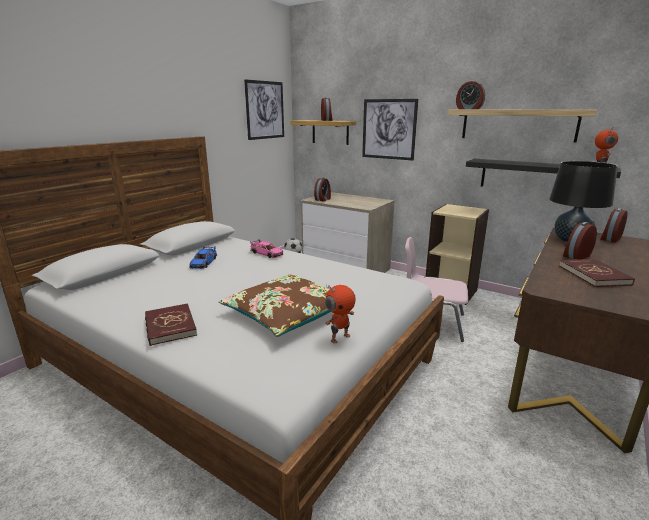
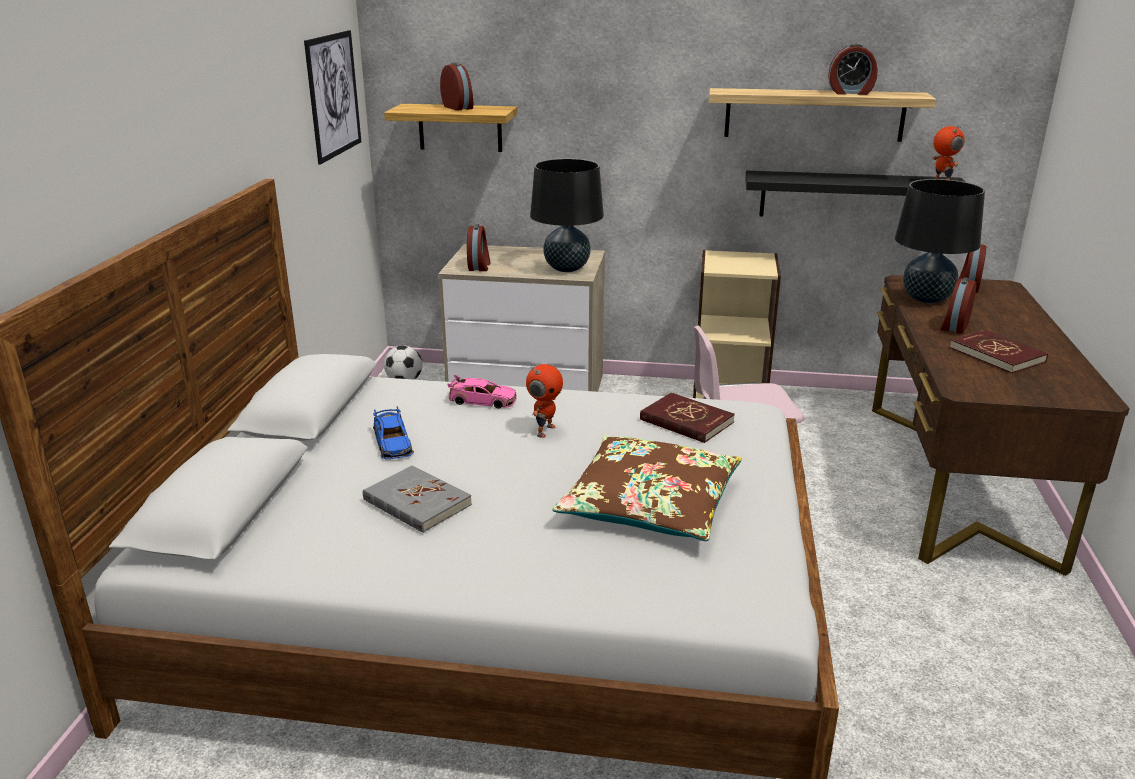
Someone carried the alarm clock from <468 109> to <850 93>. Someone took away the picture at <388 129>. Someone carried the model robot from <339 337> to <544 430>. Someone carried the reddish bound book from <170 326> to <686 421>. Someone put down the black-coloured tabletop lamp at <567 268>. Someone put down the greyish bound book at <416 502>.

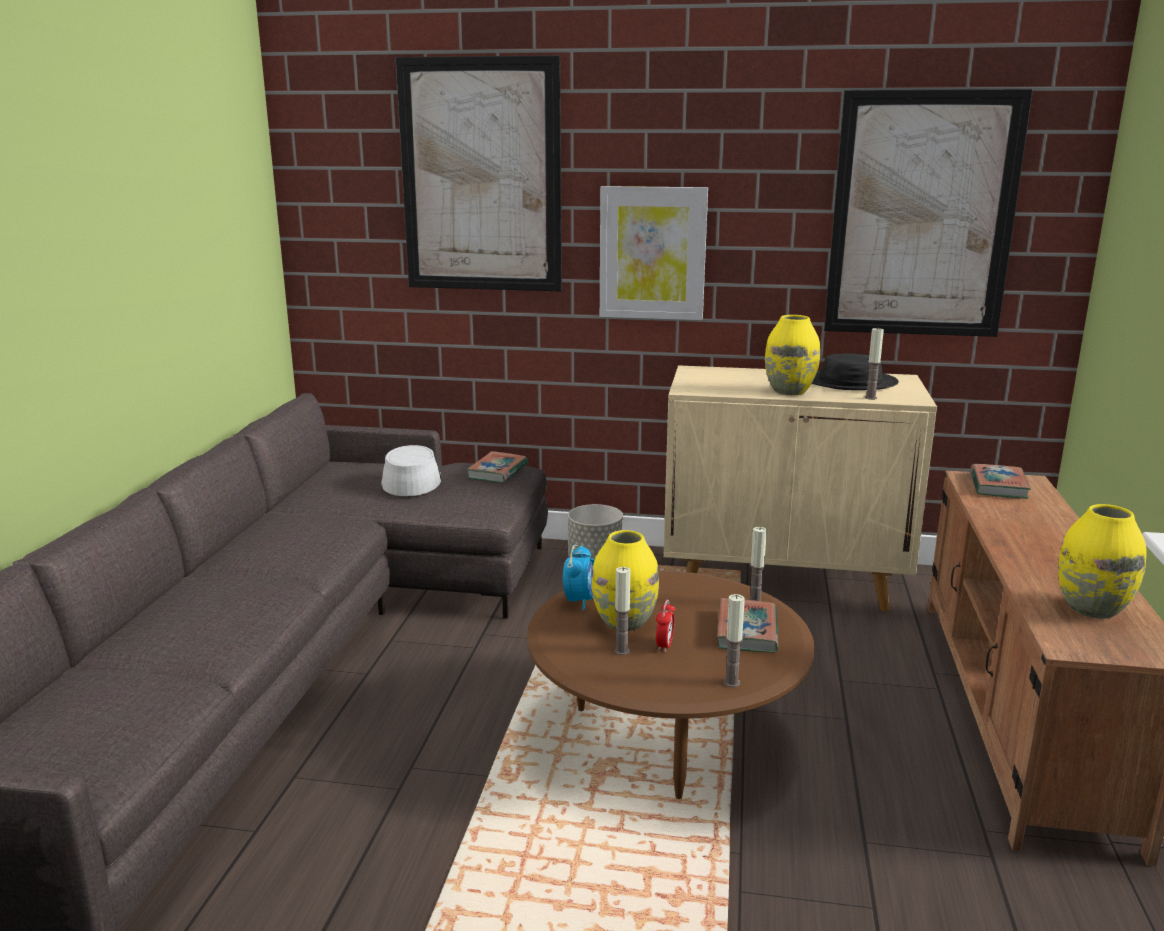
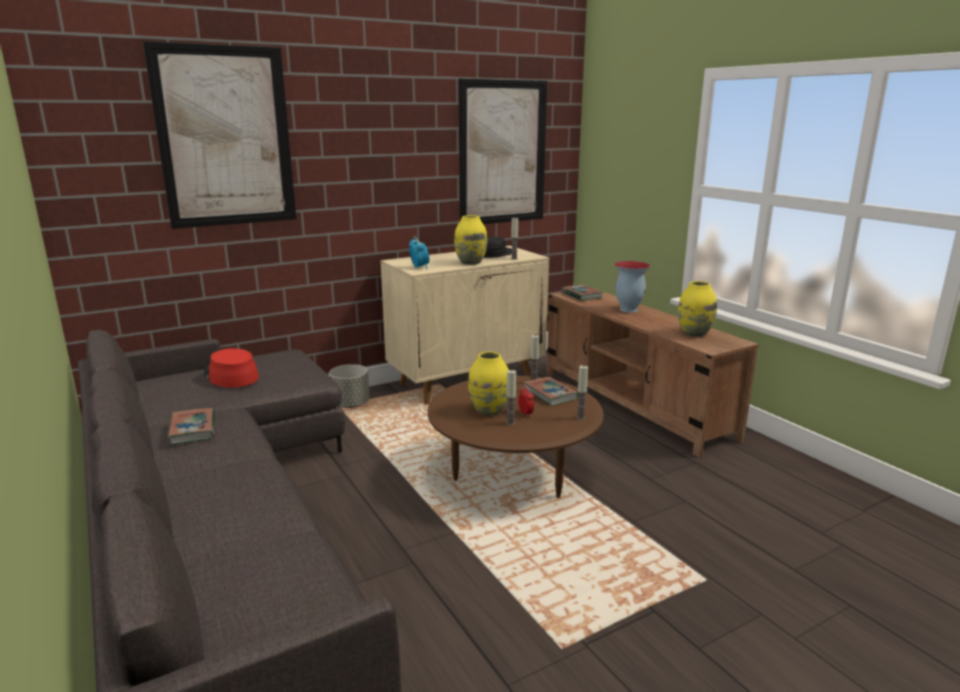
Someone took away the picture at <652 253>. Someone repainted the greyish clothing hat at <411 480>, which became the reddish clothing hat at <230 376>. Someone carried the bound book from <497 471> to <193 429>. Someone carried the alarm clock from <581 601> to <419 267>. Someone put down the decorative vase at <628 309>.

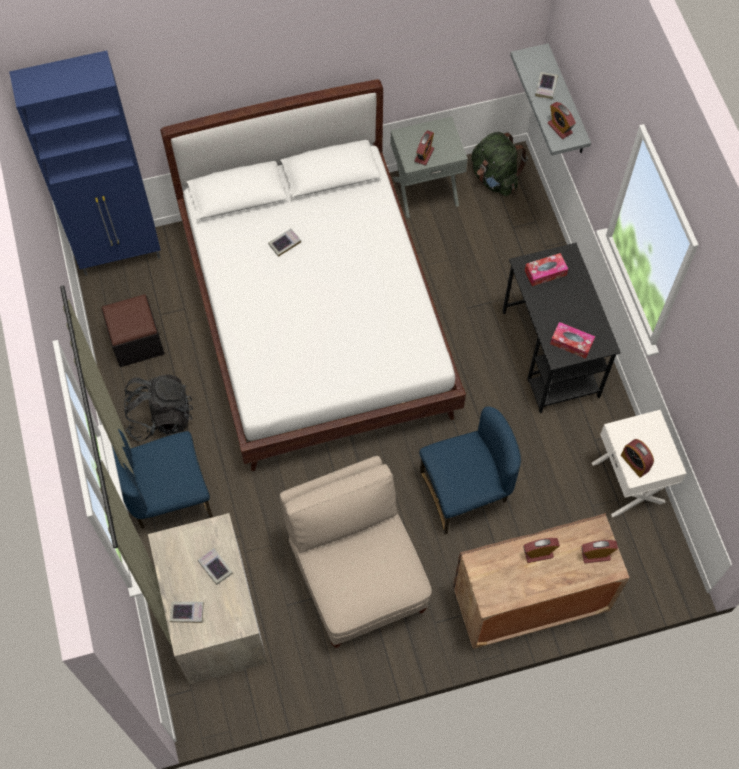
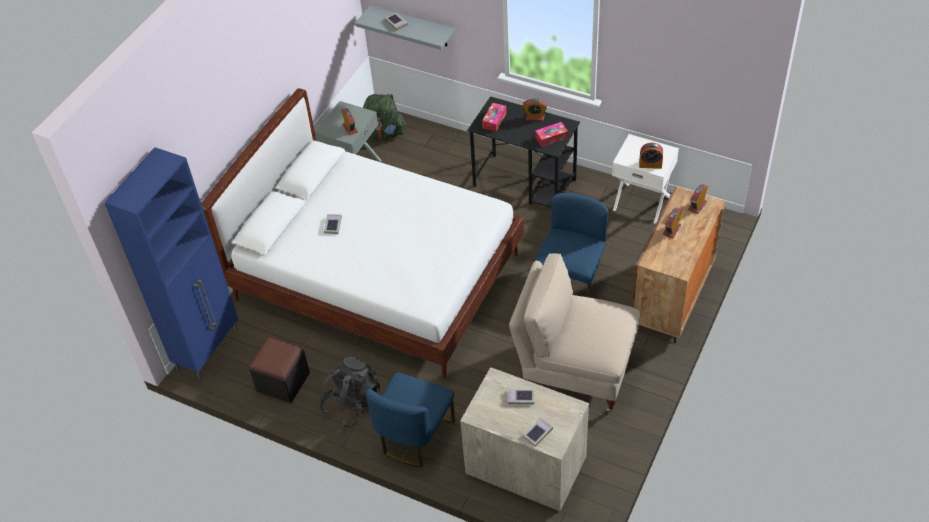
Someone carried the alarm clock from <559 128> to <535 117>.

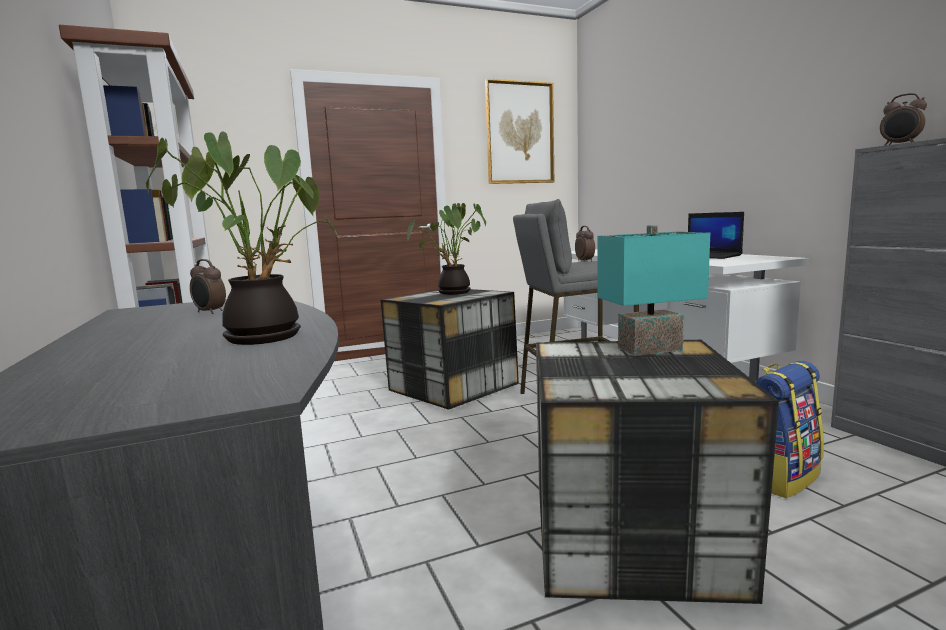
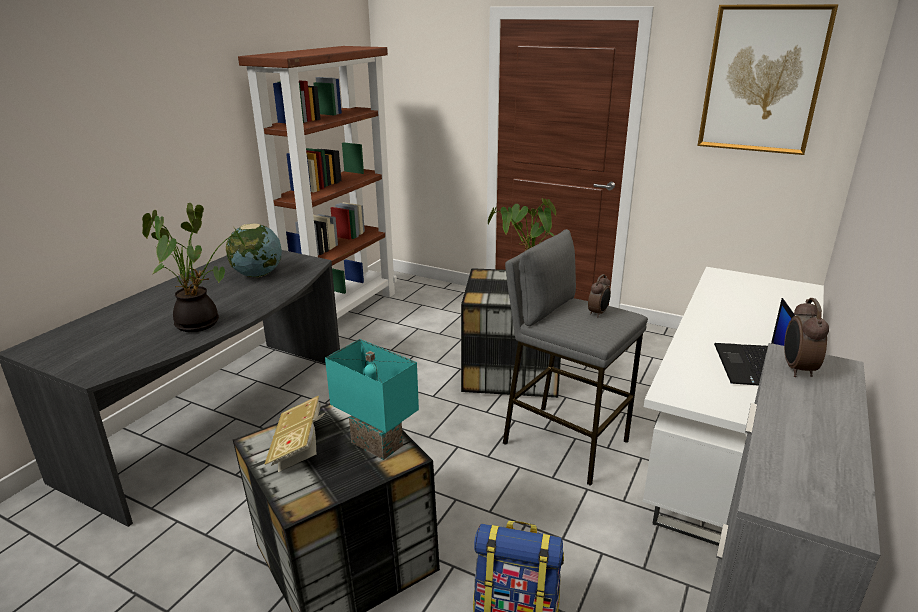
Someone swapped the alarm clock at <209 312> for the globe at <258 275>. Someone put down the bound book at <299 448>.

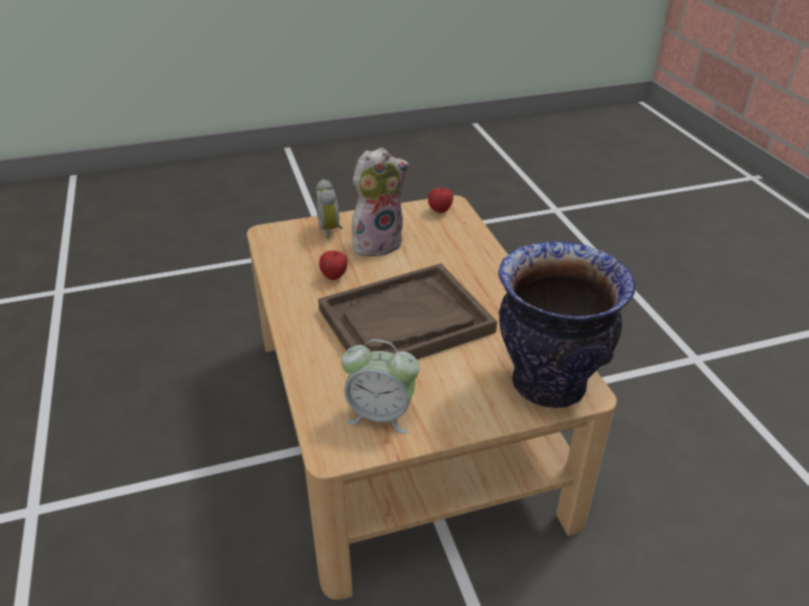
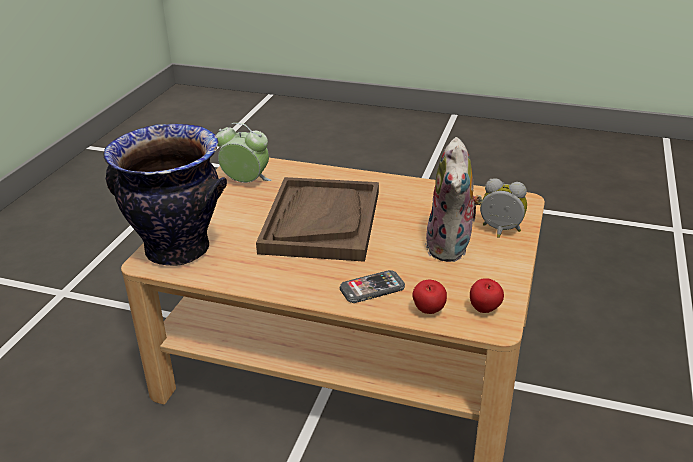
Someone carried the apple fruit from <334 277> to <428 312>. Someone rotated the alarm clock at <380 415> by 60 degrees clockwise. Someone put down the handset at <372 288>.

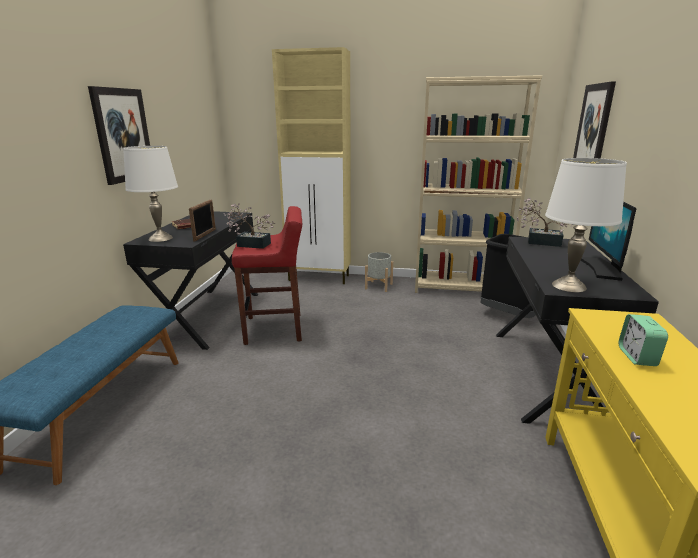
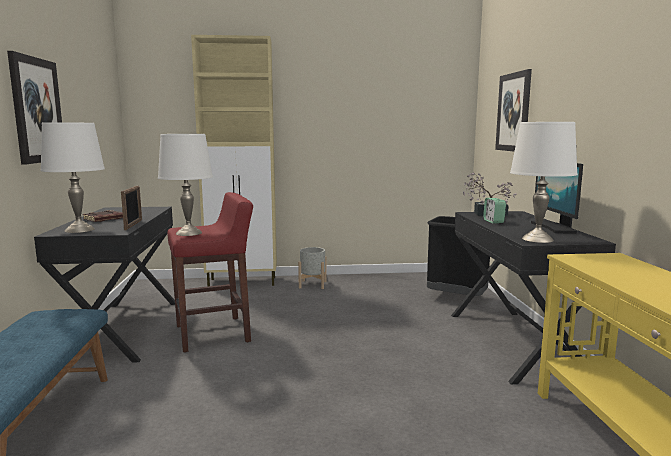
Someone took away the sand-coloured shelving unit at <460 288>. Someone swapped the plant in a pot at <250 244> for the white-coloured tabletop lamp at <189 233>. Someone carried the alarm clock from <637 357> to <493 221>.

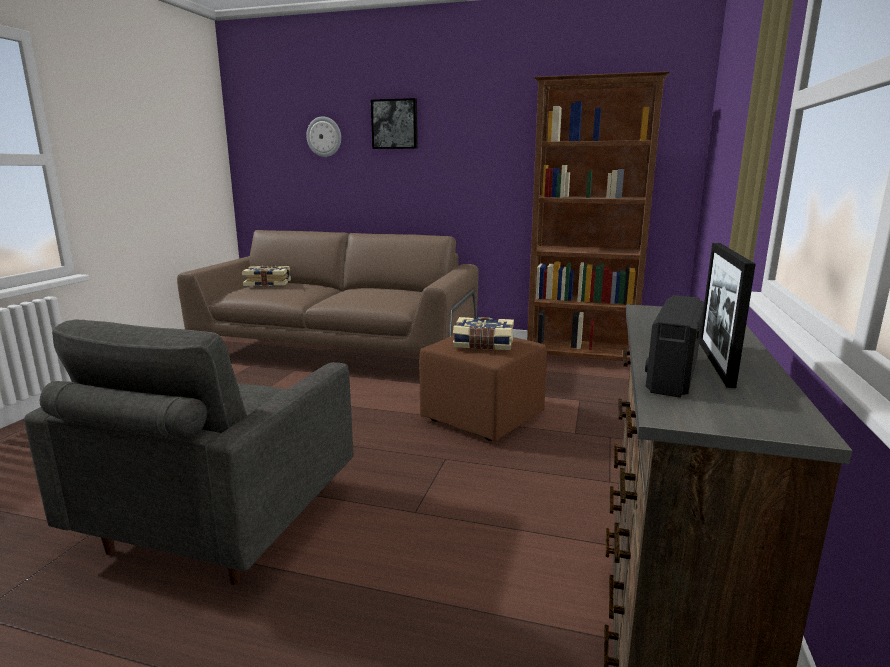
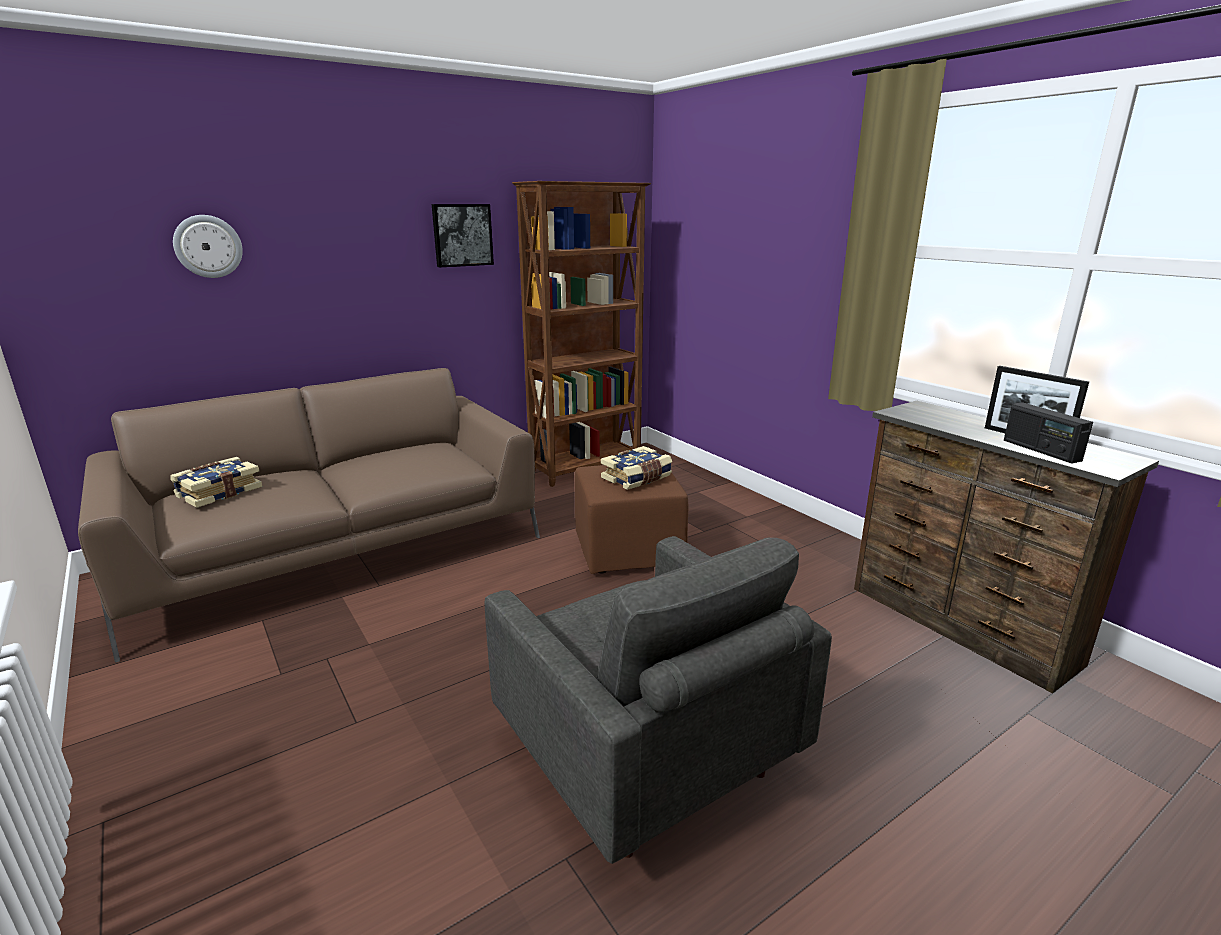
Someone carried the picture from <395 124> to <462 235>.

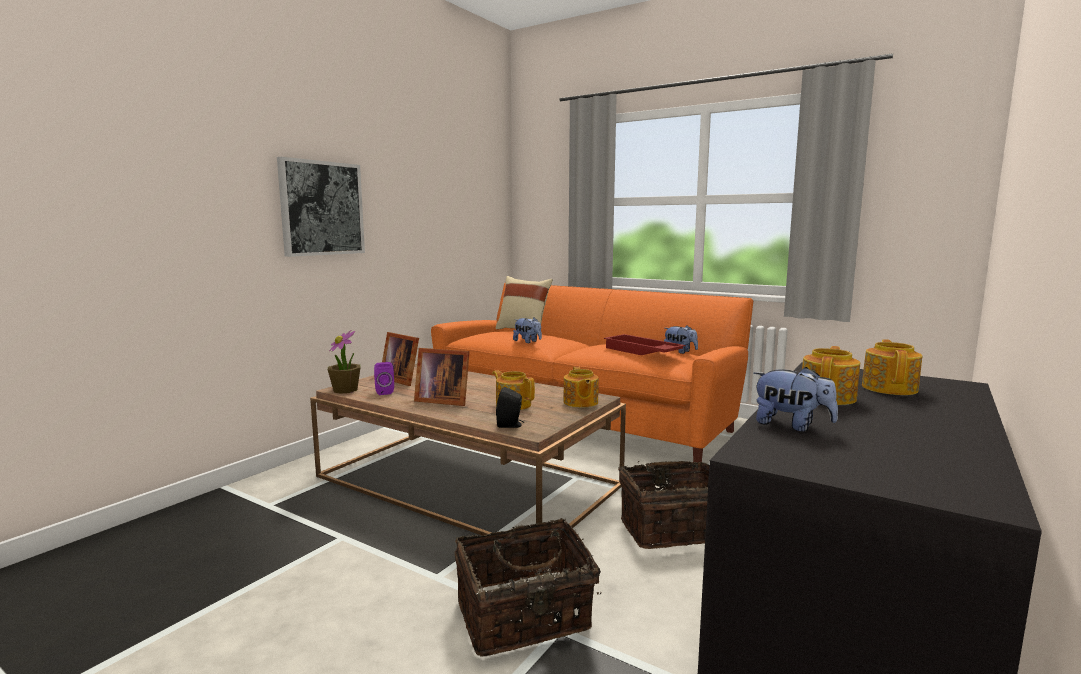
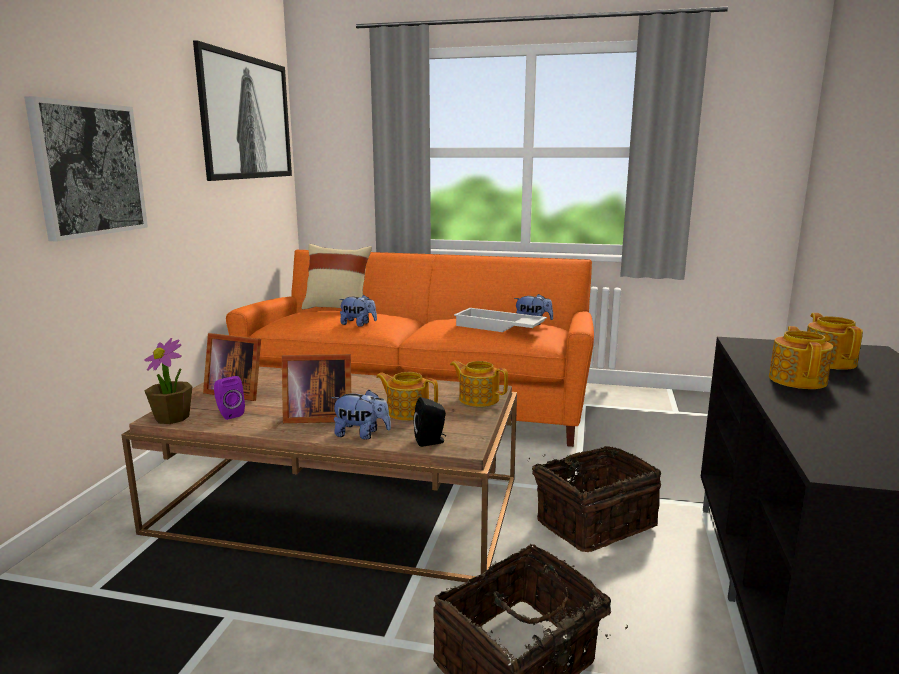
Someone repainted the reddish serving tray at <641 351>, which became the white-coloured serving tray at <498 327>. Someone rotated the tea pot at <580 402> by 150 degrees clockwise. Someone carried the soft toy from <791 425> to <361 434>. Someone put up the picture at <245 118>.

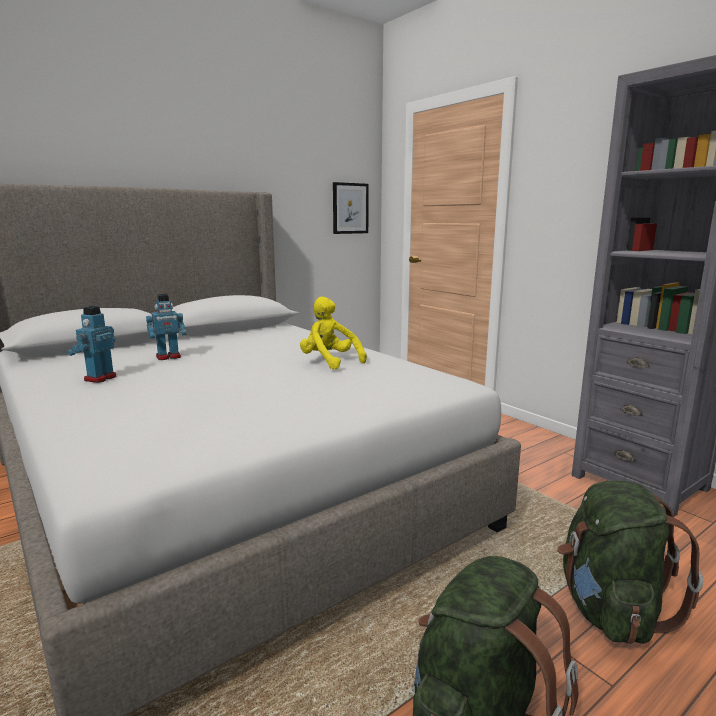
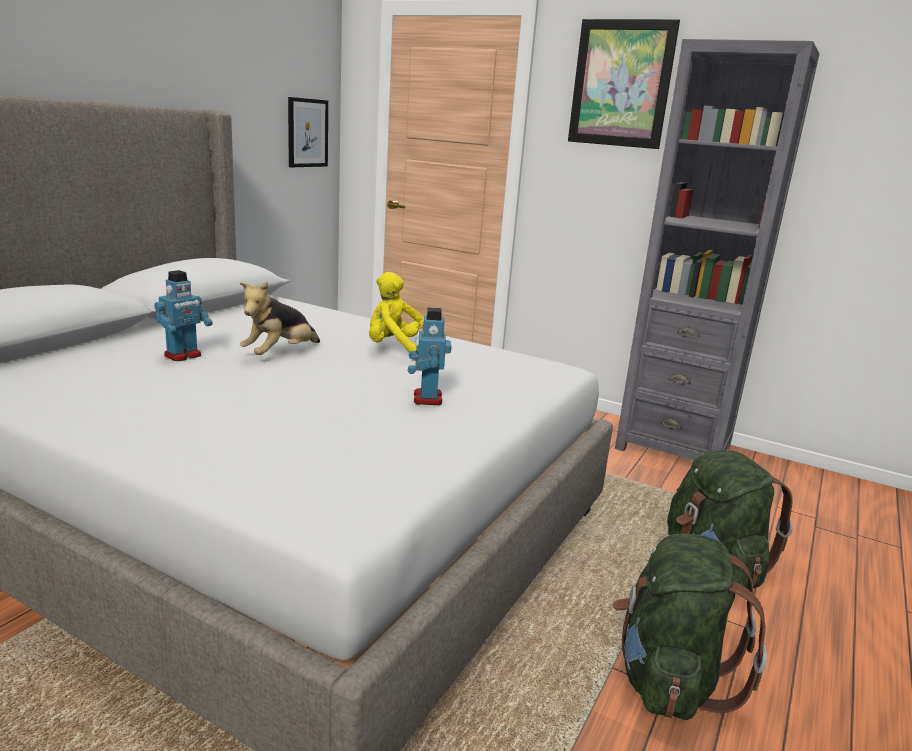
Someone carried the model robot from <99 378> to <426 399>. Someone put up the picture at <621 84>. Someone put down the soft toy at <280 354>.

